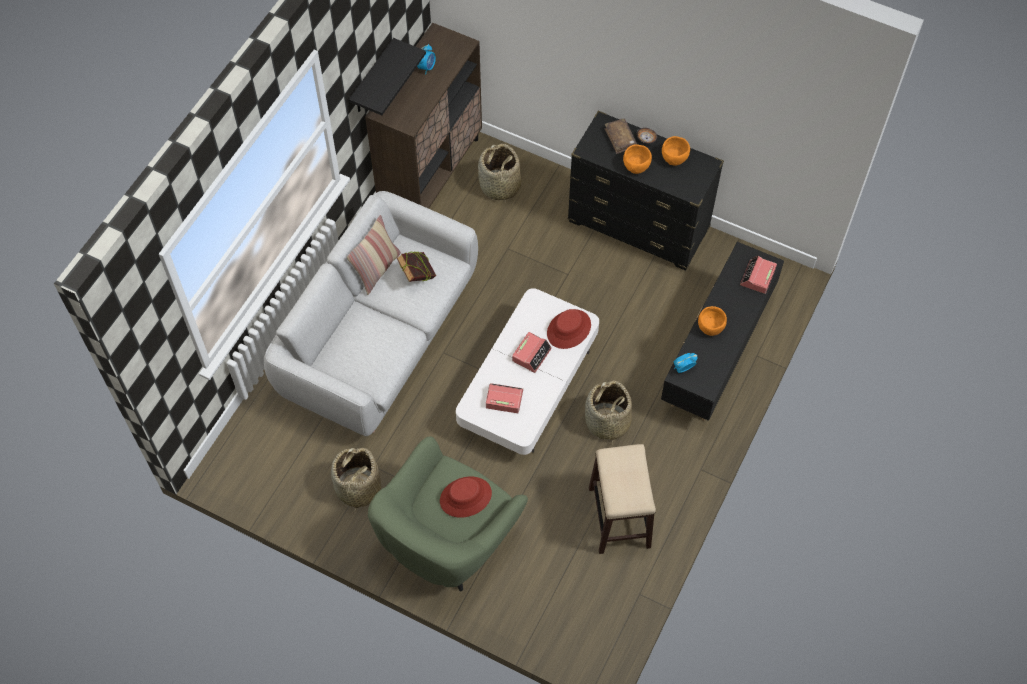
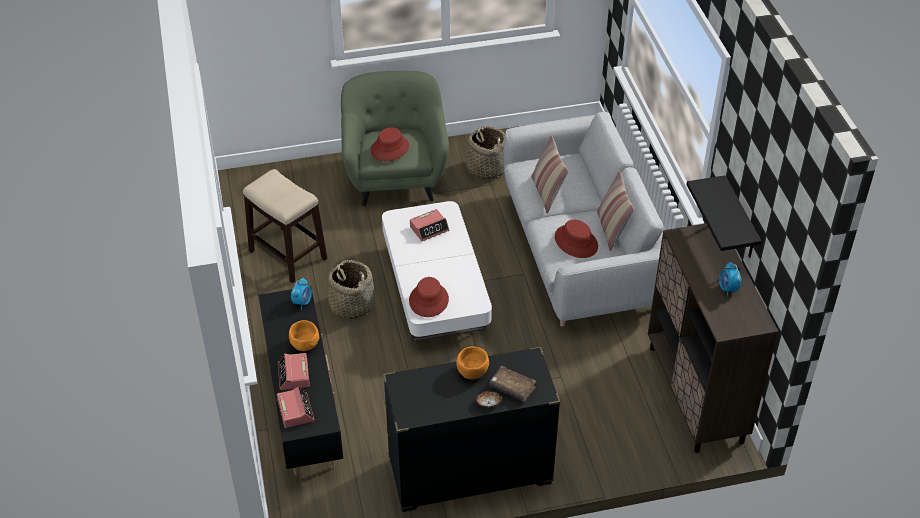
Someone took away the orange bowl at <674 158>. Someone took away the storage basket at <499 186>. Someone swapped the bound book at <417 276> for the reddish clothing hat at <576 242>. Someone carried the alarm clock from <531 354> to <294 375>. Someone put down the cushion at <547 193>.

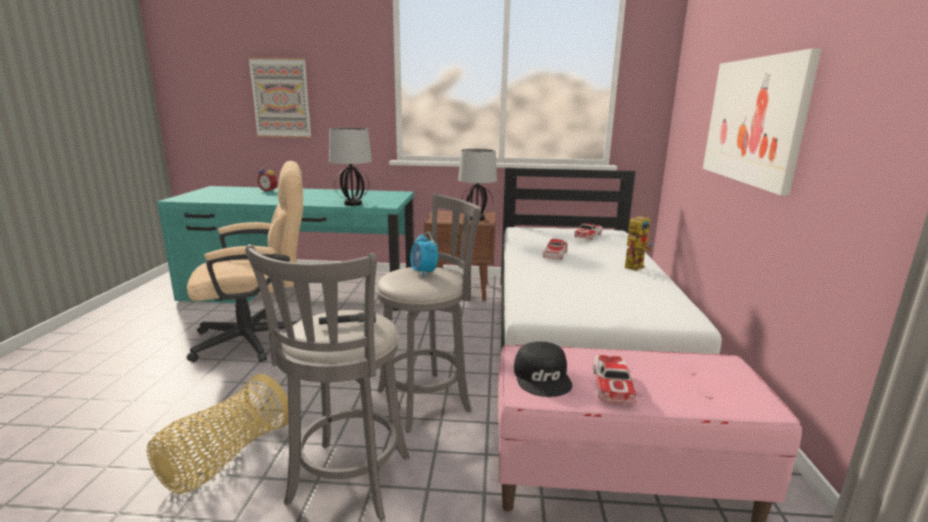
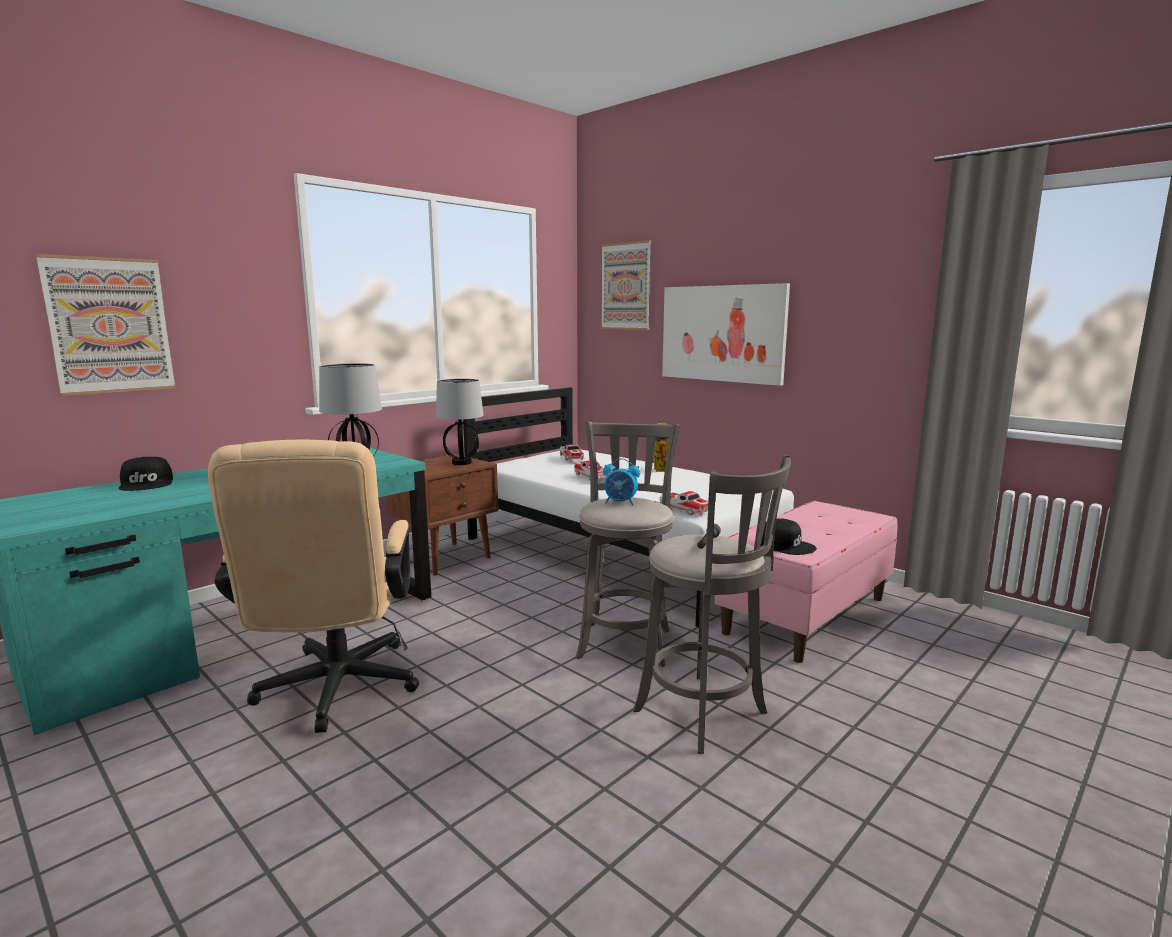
Someone rotated the sand-coloured office chair at <260 338> by 150 degrees clockwise. Someone swapped the alarm clock at <269 190> for the black-coloured baseball cap at <147 483>. Someone carried the miniature car from <612 385> to <684 509>. Someone took away the storage basket at <225 459>. Someone put up the picture at <626 286>.

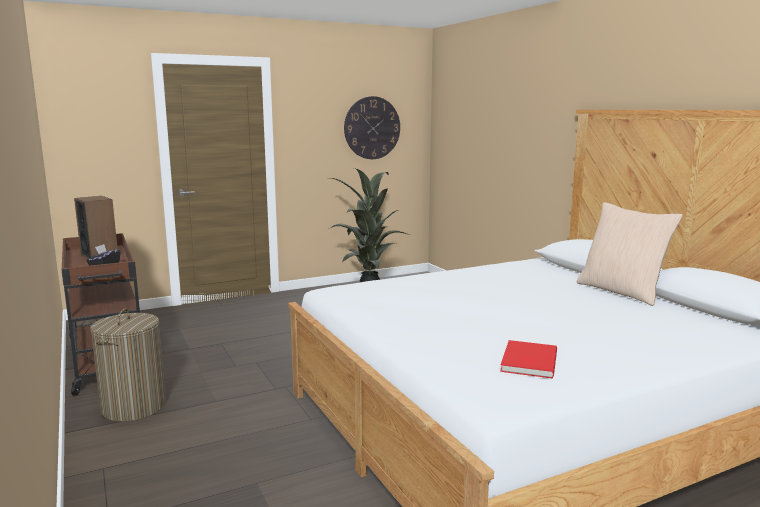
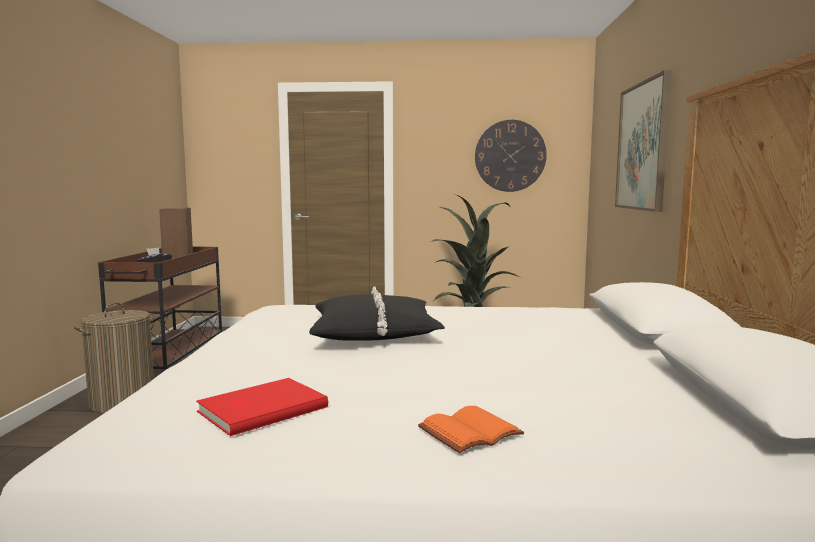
Someone took away the sand-coloured cushion at <622 291>. Someone put up the picture at <642 146>. Someone put down the black-coloured cushion at <374 332>. Someone put down the orange bound book at <470 434>.

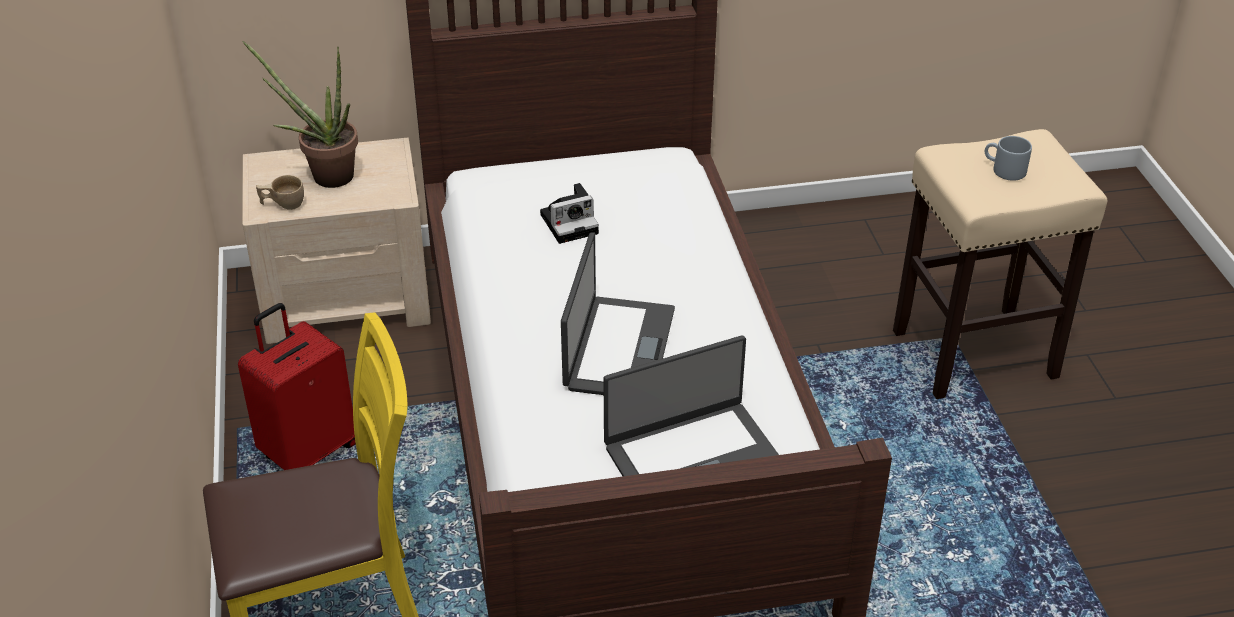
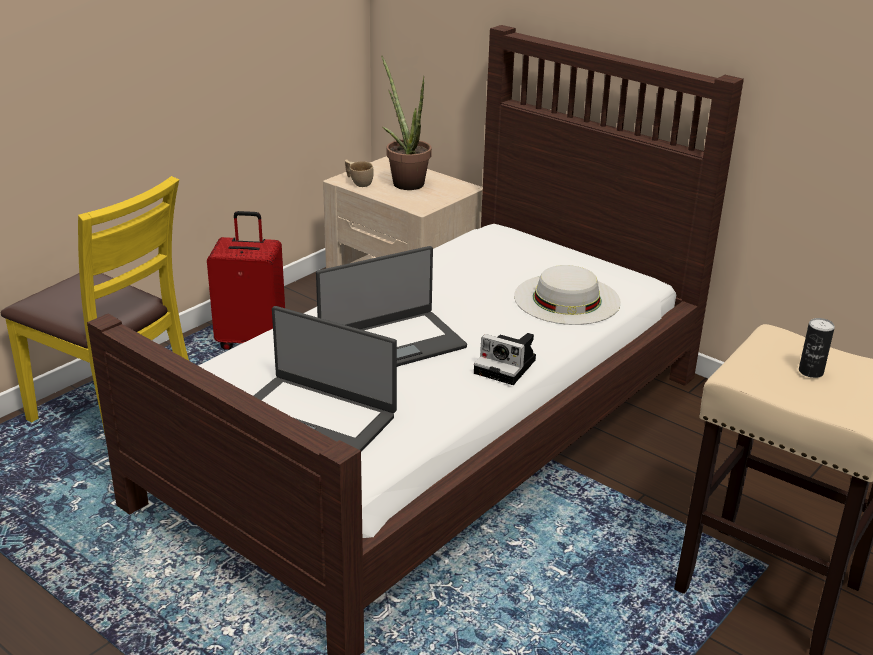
Someone swapped the greyish mug at <1003 170> for the sealed can at <810 372>. Someone carried the still camera from <571 223> to <507 367>. Someone put down the white-coloured clothing hat at <567 299>.

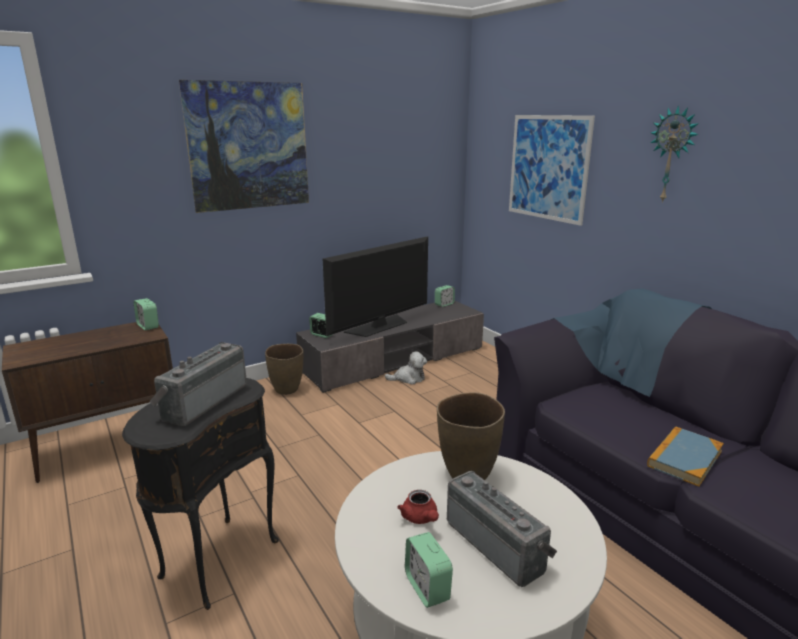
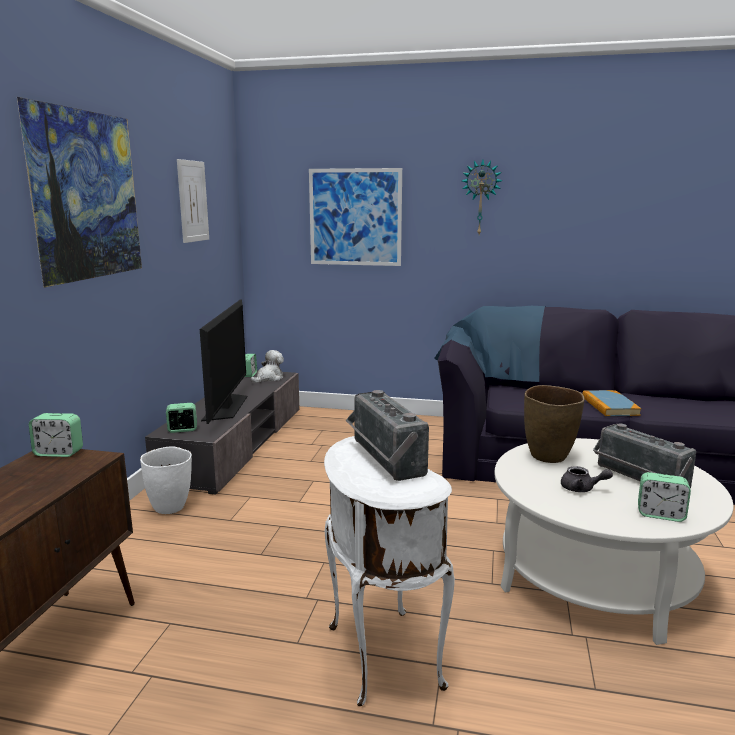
Someone repainted the brown decorative vase at <287 390>, which became the white-coloured decorative vase at <170 507>. Someone carried the soft toy from <408 378> to <269 378>. Someone repainted the black-coloured end table at <216 559>, which became the white-coloured end table at <379 657>. Someone rotated the radio receiver at <498 544> by 135 degrees counterclockwise. Someone repainted the reddish tea pot at <420 518>, which became the greyish tea pot at <582 489>. Someone put up the picture at <193 201>.

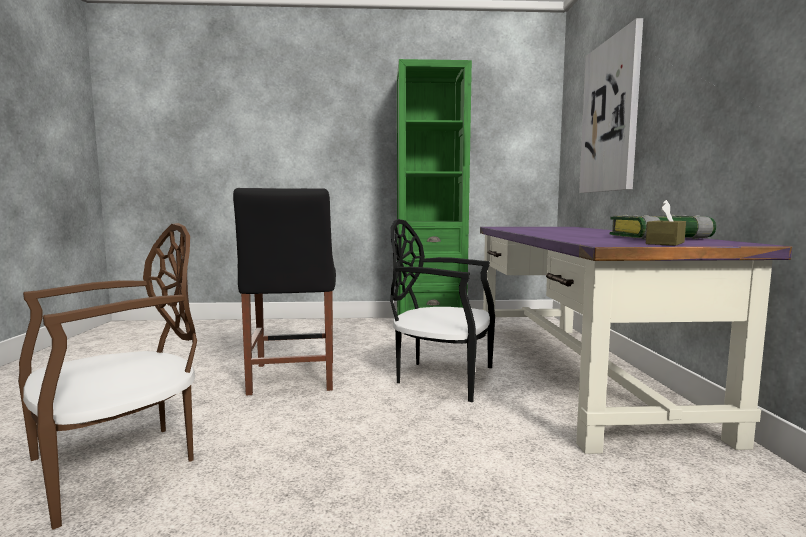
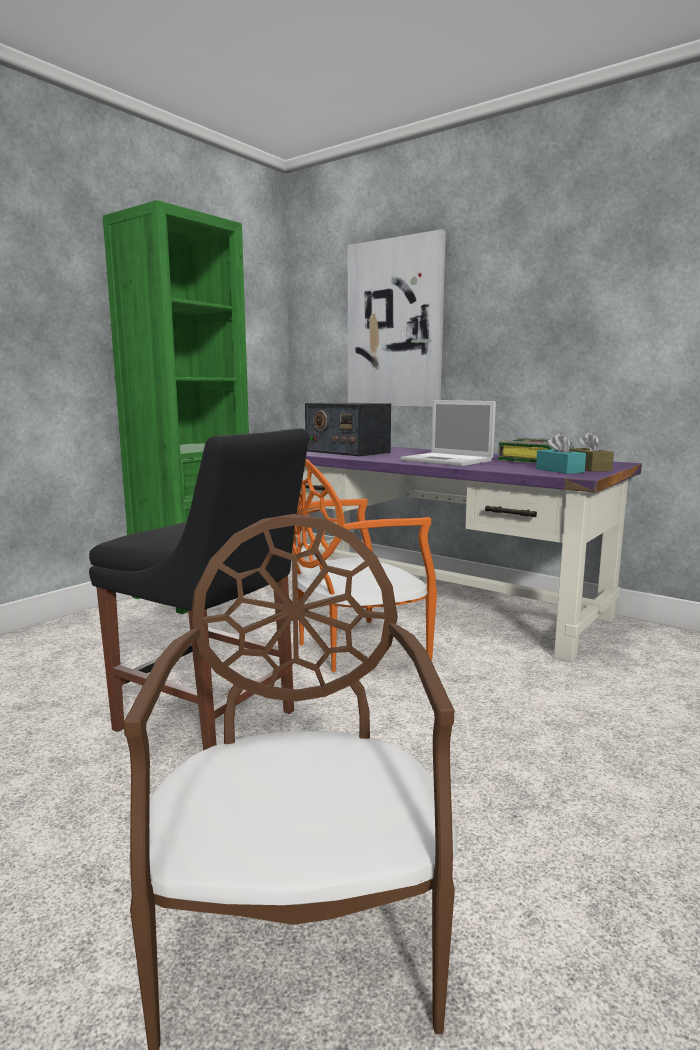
Someone repainted the black-coloured chair at <442 377>, which became the orange chair at <356 648>. Someone put down the laptop at <448 460>. Someone put down the radio receiver at <347 452>. Someone put down the turquoise tissue box at <559 470>.

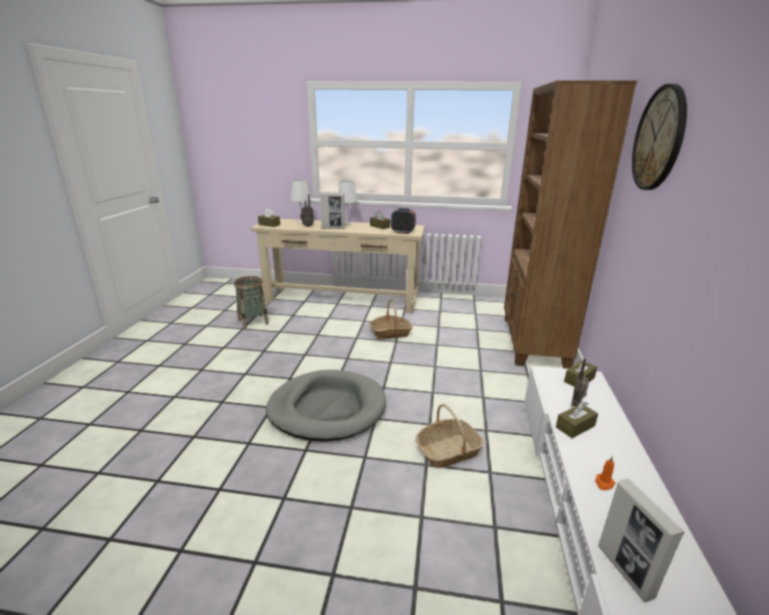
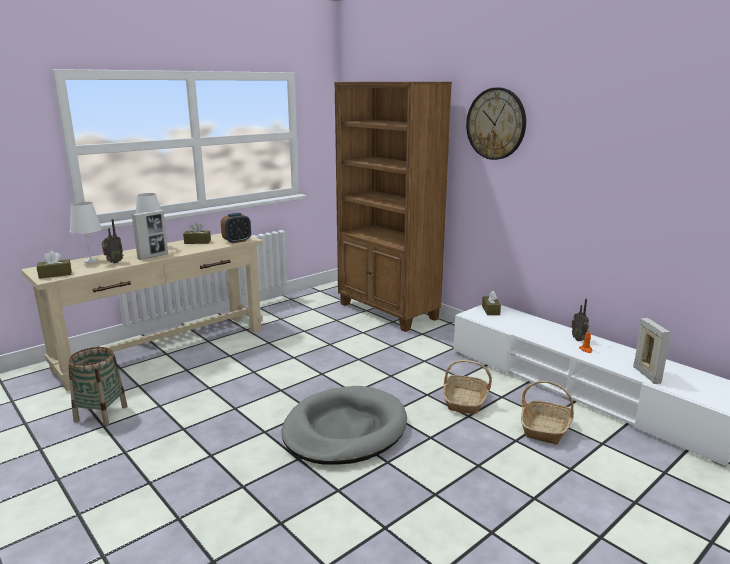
Someone carried the storage basket from <390 333> to <545 428>. Someone carried the radio receiver from <577 404> to <579 339>. Someone took away the brown tissue box at <575 426>. Someone rotated the photo frame at <625 571> by 120 degrees counterclockwise.

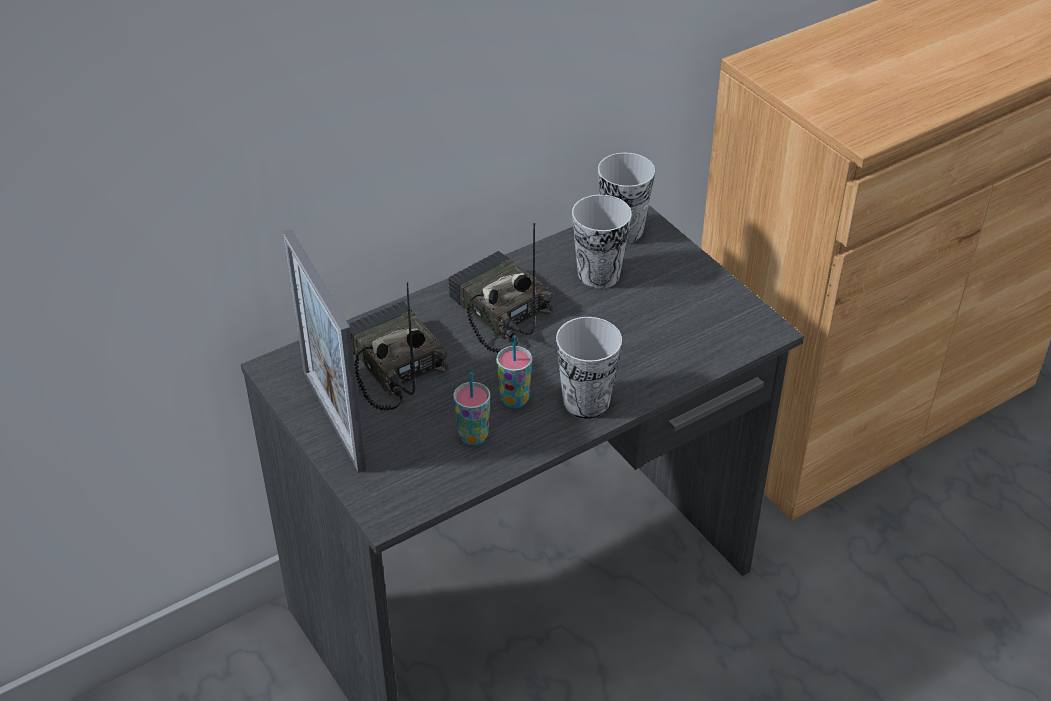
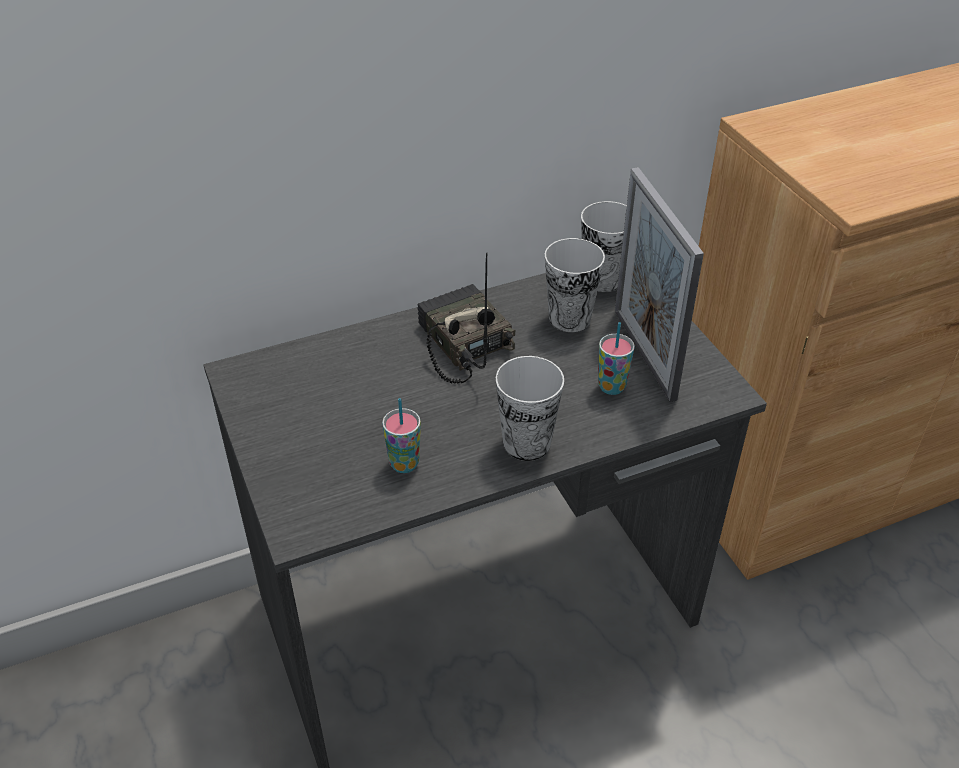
Someone carried the photo frame from <334 420> to <644 354>. Someone took away the radio receiver at <391 365>. Someone carried the small cup from <514 400> to <611 387>.

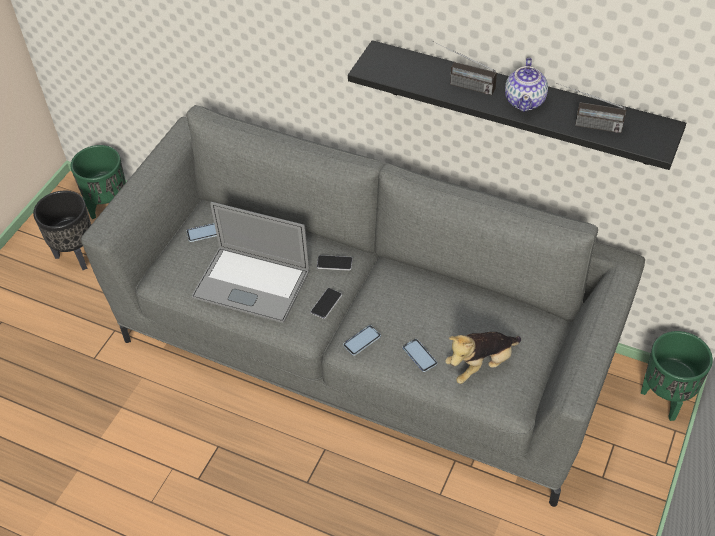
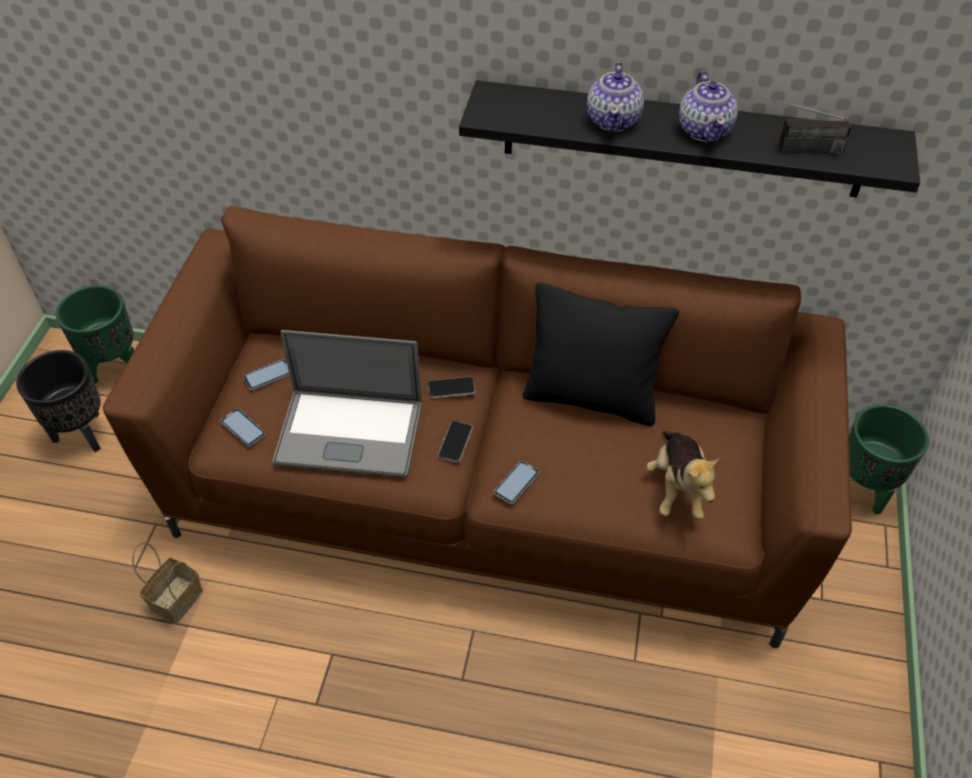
Someone swapped the radio receiver at <460 84> for the tea pot at <614 120>. Someone repainted the greyish couch at <362 352>, which became the brown couch at <487 496>. Someone rotated the soft toy at <480 364> by 45 degrees counterclockwise. Someone carried the handset from <419 356> to <243 428>. Someone put down the black-coloured cushion at <591 397>. Someone put down the storage basket at <176 601>.

